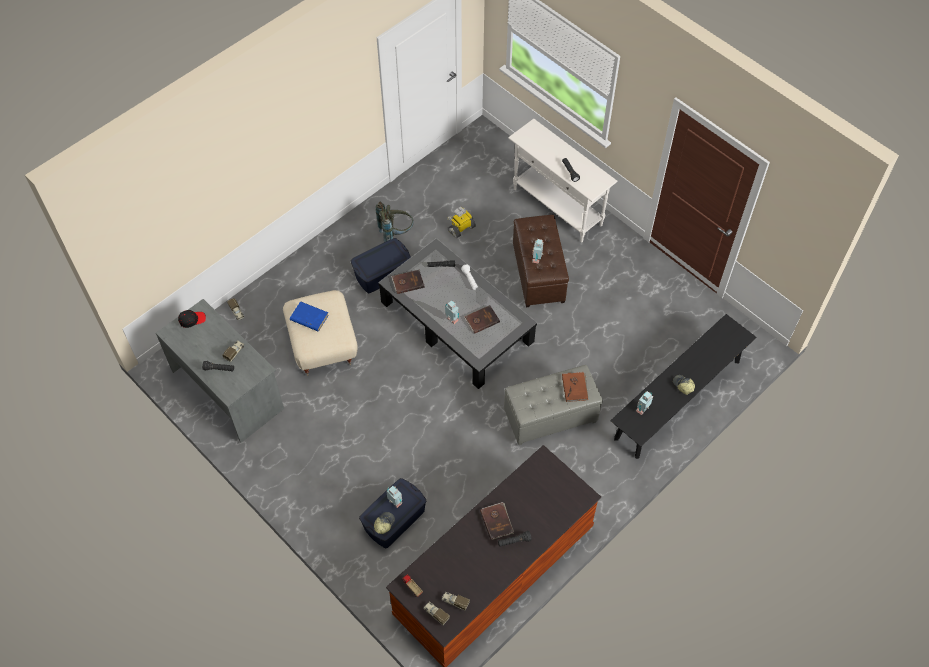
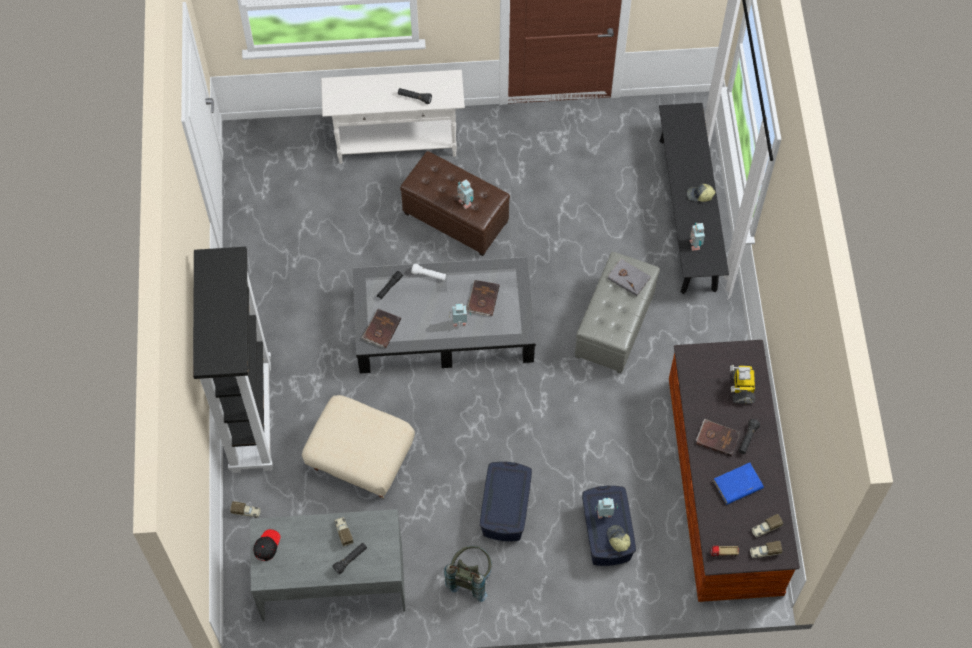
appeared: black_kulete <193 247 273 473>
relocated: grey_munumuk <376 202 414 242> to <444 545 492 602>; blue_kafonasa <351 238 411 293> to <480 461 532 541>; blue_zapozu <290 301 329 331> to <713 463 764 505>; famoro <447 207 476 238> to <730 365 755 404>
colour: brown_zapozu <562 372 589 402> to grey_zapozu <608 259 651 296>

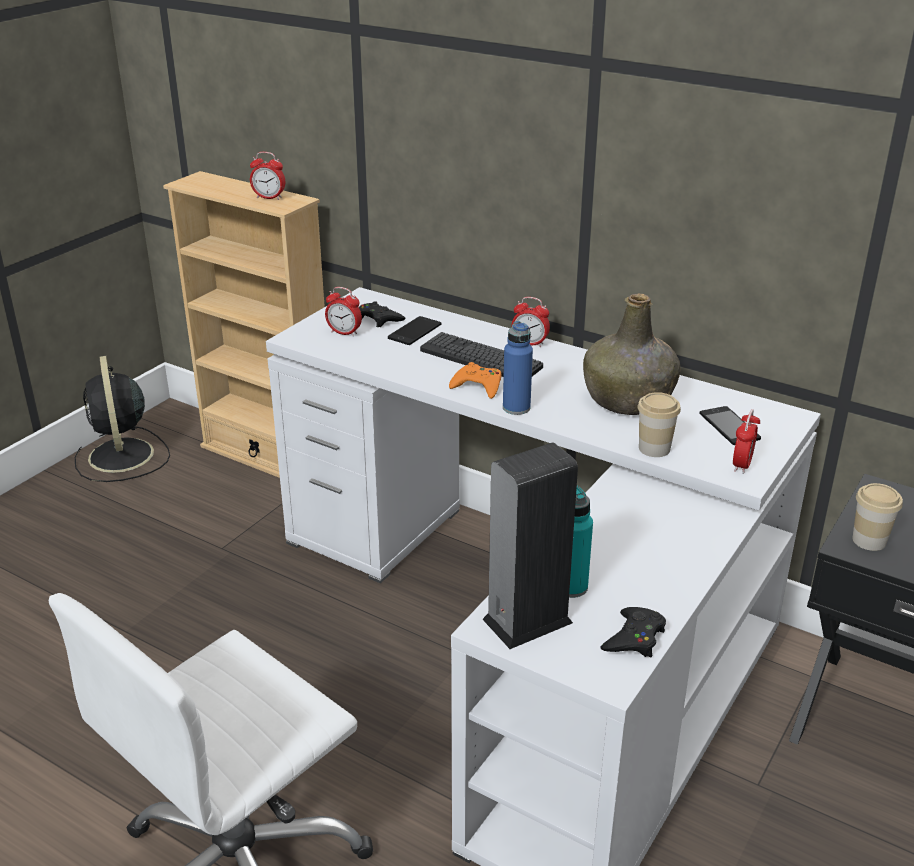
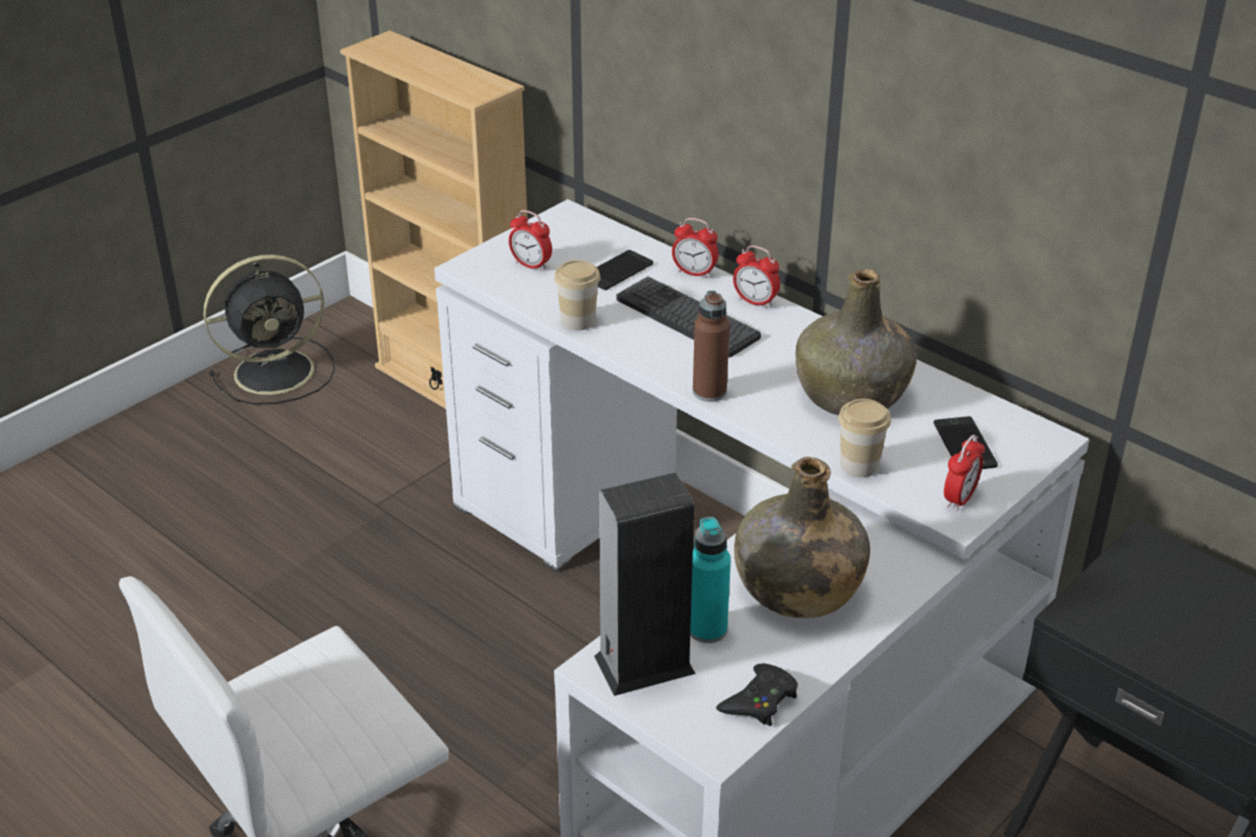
missing: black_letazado <359 301 405 327>; orange_letazado <449 362 502 399>
appeared: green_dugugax <734 457 870 618>
relocated: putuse <852 483 903 551> to <554 260 600 330>; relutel <250 152 285 200> to <672 218 719 278>
colour: blue_dugugax <503 321 533 415> to brown_dugugax <693 290 730 402>
spun: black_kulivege <75 356 170 482> = <203 255 335 405> 105 degrees counterclockwise

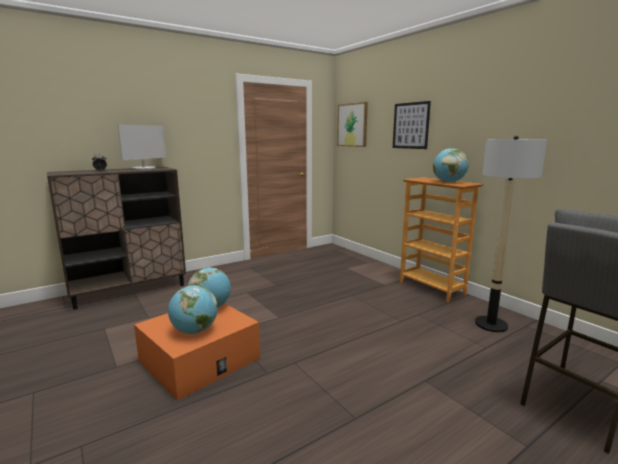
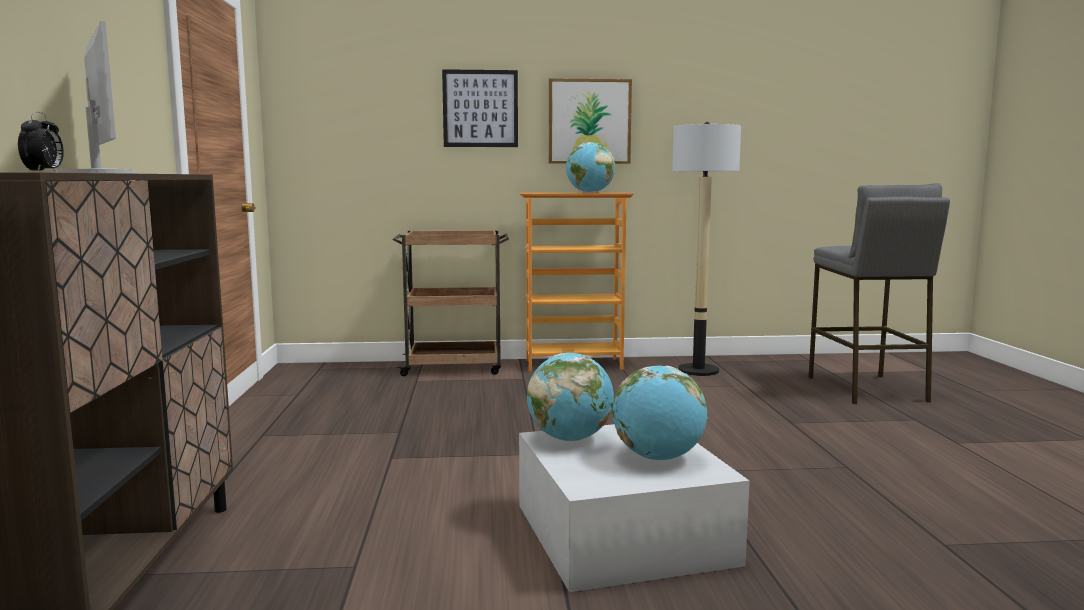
appeared: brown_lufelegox <393 230 509 376>
relocated: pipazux <337 102 368 147> to <549 78 632 164>
colour: orange_kafonasa <134 303 260 401> to white_kafonasa <519 424 750 592>

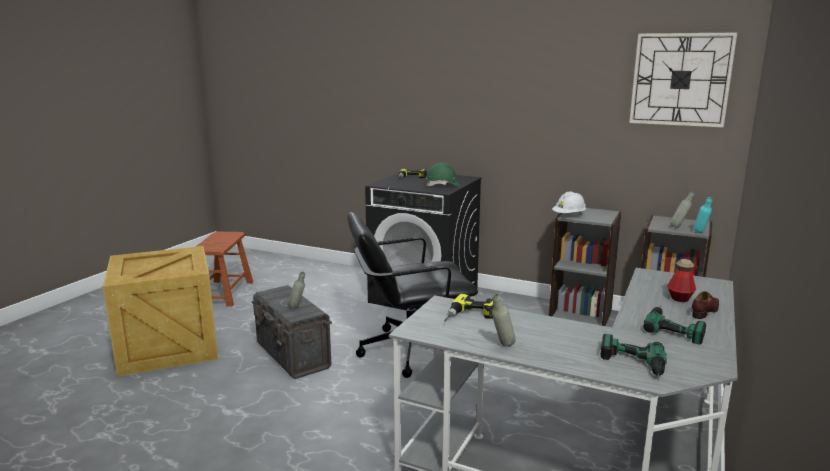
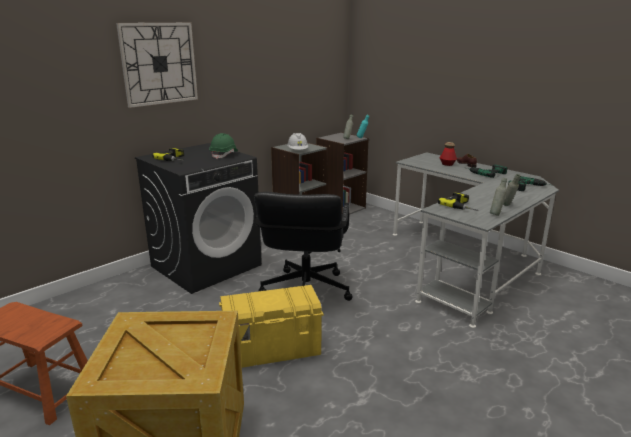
relocated: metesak <629 33 737 127> to <116 23 198 108>; grey_dugugax <288 272 305 309> to <490 178 507 216>
colour: grey_kafonasa <252 285 332 379> to yellow_kafonasa <219 285 324 368>

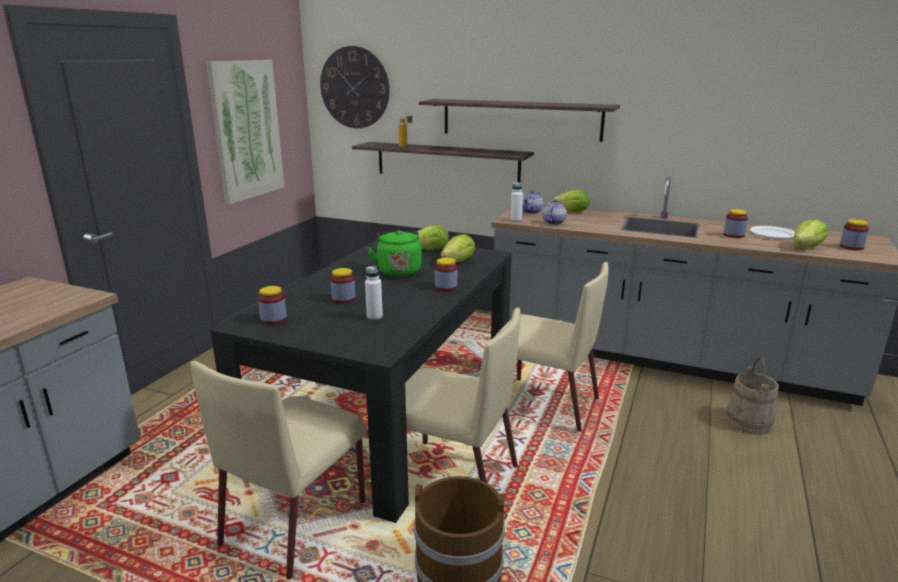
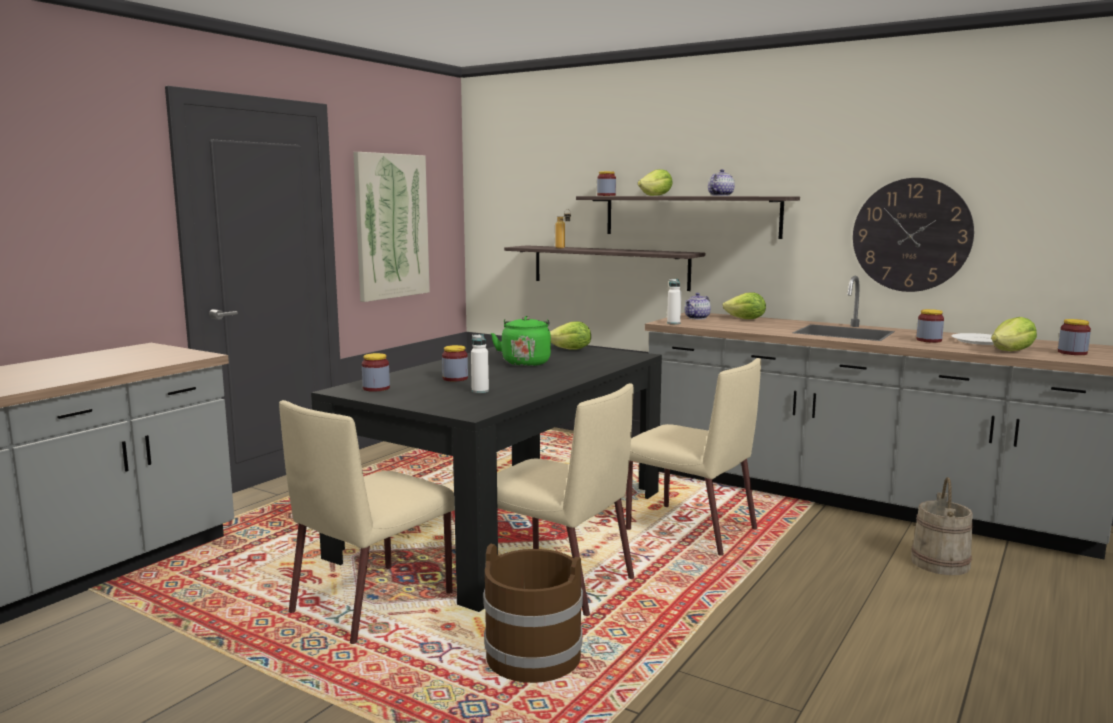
relocated: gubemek <435 258 457 291> to <597 171 616 196>; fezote <441 234 475 262> to <638 169 673 196>; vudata <543 200 567 225> to <708 169 735 196>; metesak <320 46 390 128> to <853 178 974 292>

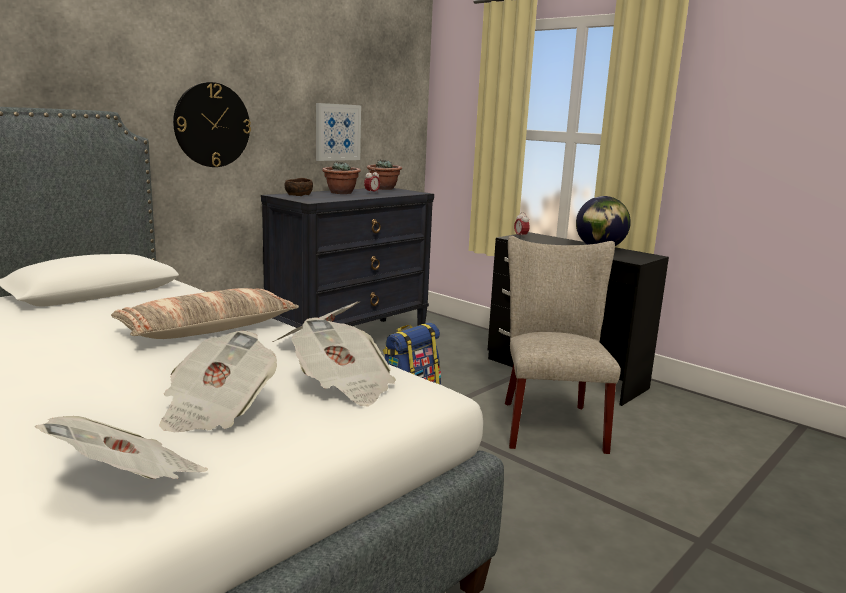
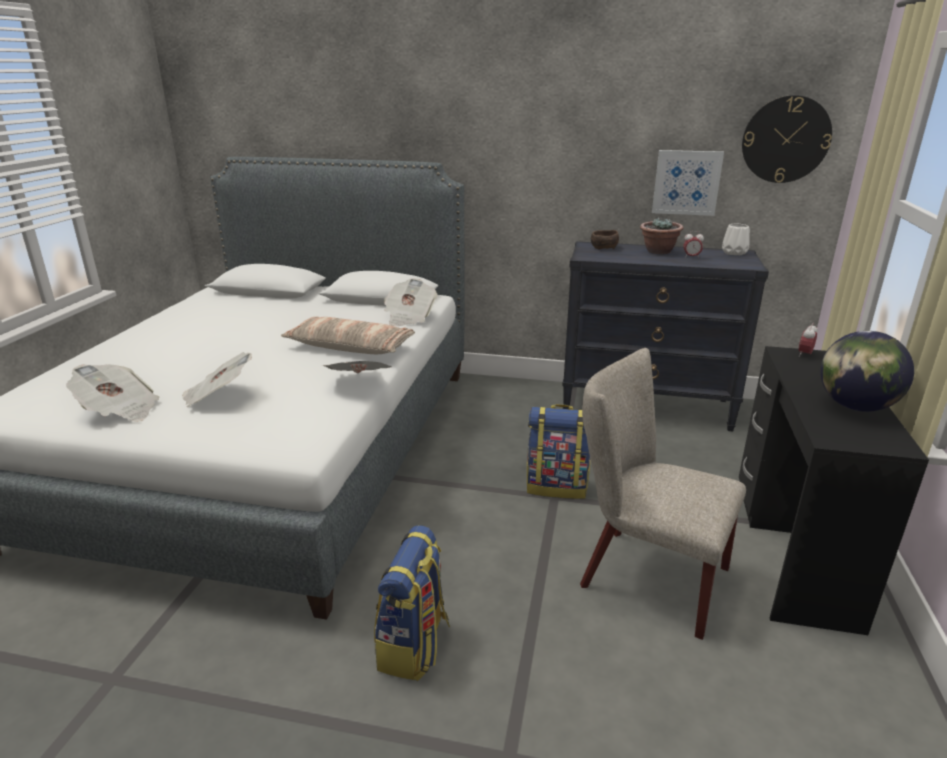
appeared: munumuk <374 525 450 681>
relocated: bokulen <292 318 396 407> to <384 278 437 326>; metesak <173 82 251 167> to <742 95 832 183>
exchanged: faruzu <367 160 402 190> to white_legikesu <722 224 750 255>
spun: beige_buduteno <505 236 621 454> = <580 348 746 640> 120 degrees counterclockwise

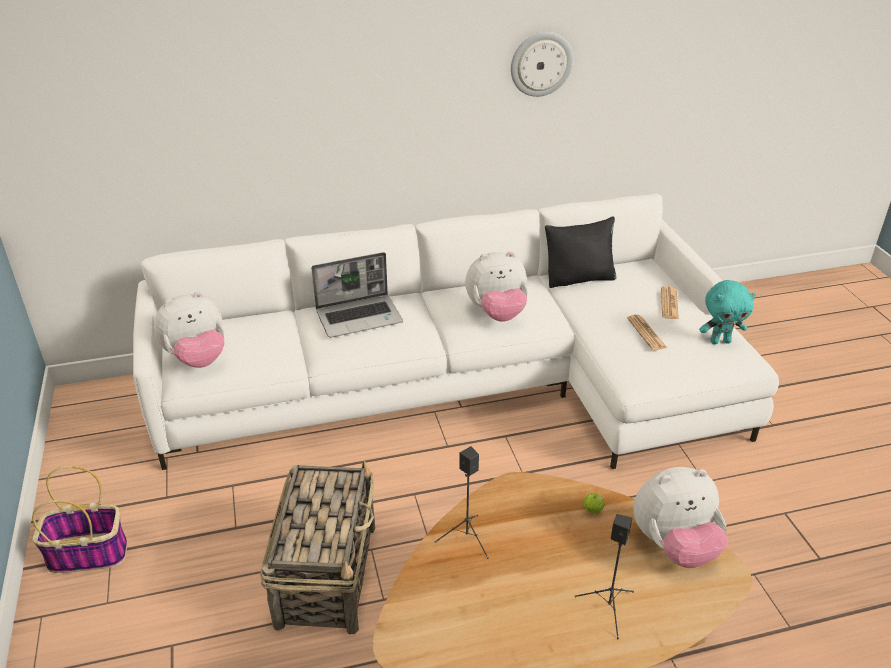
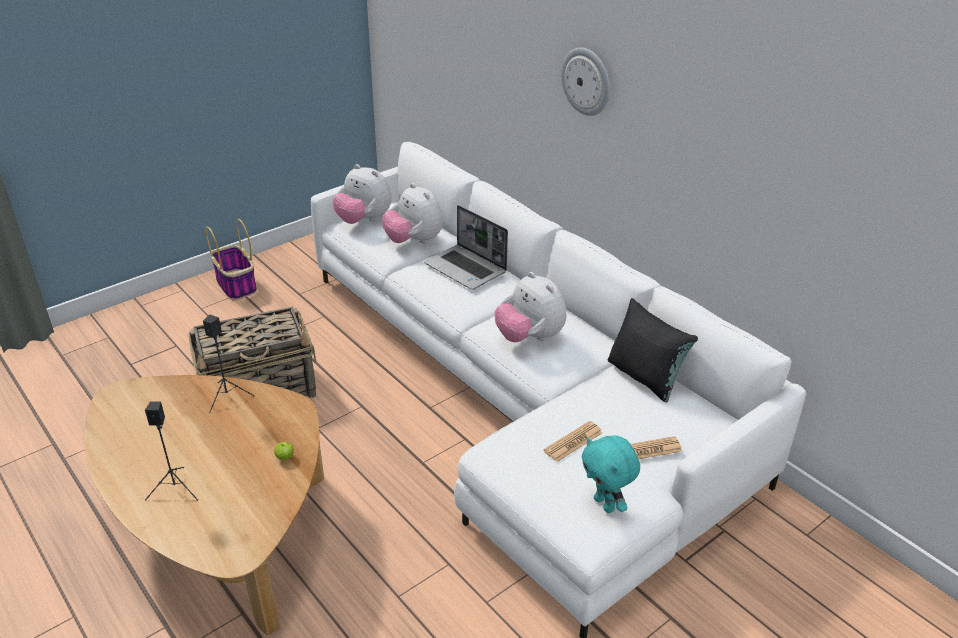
relocated: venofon <633 467 728 568> to <382 183 443 244>; metesak <511 32 573 97> to <561 47 610 116>

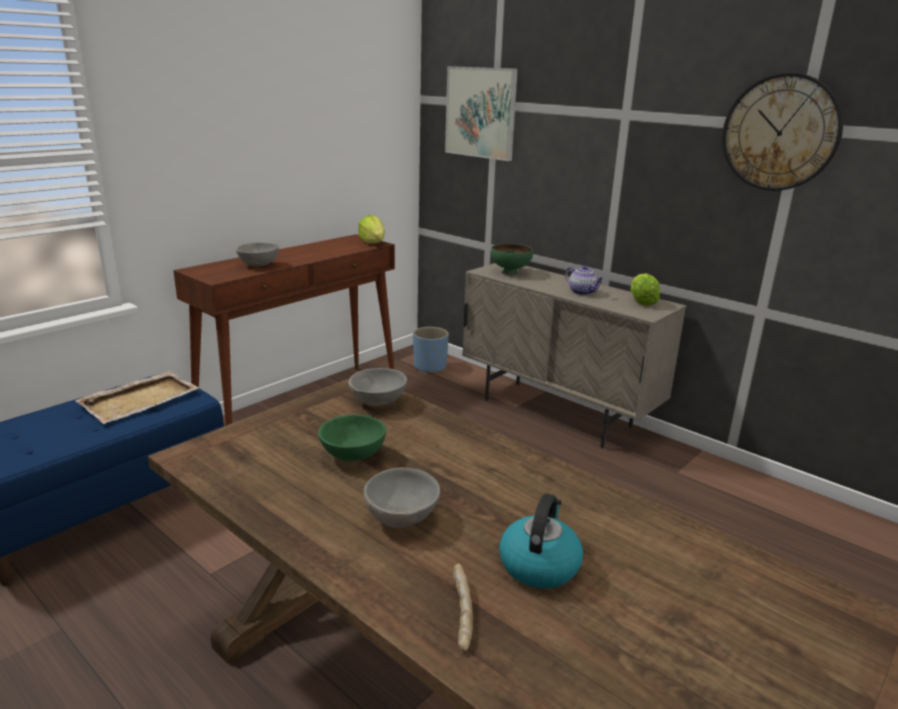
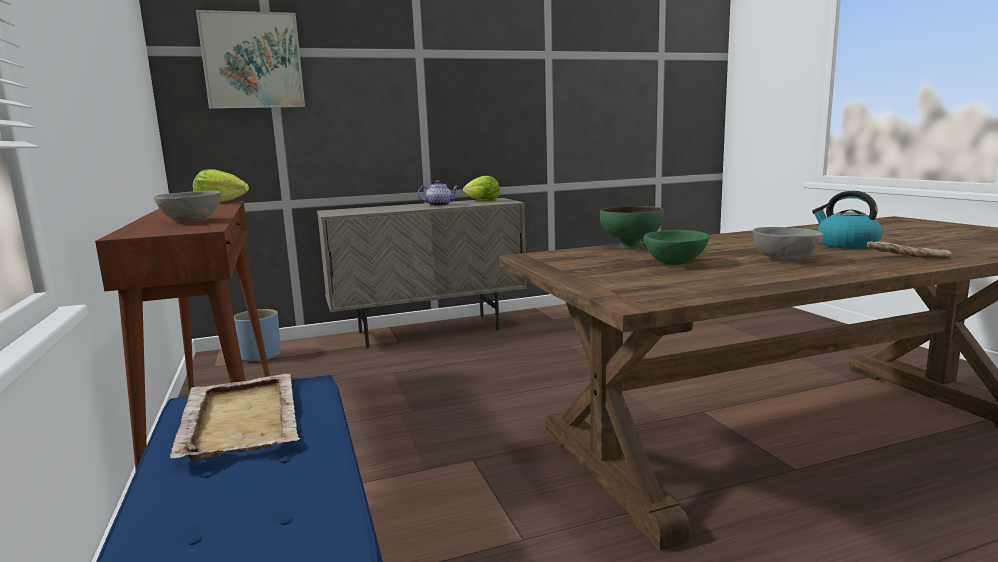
missing: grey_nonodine <348 368 407 407>; metesak <722 73 843 191>
relocated: green_nonodine <491 243 533 275> to <600 206 664 250>

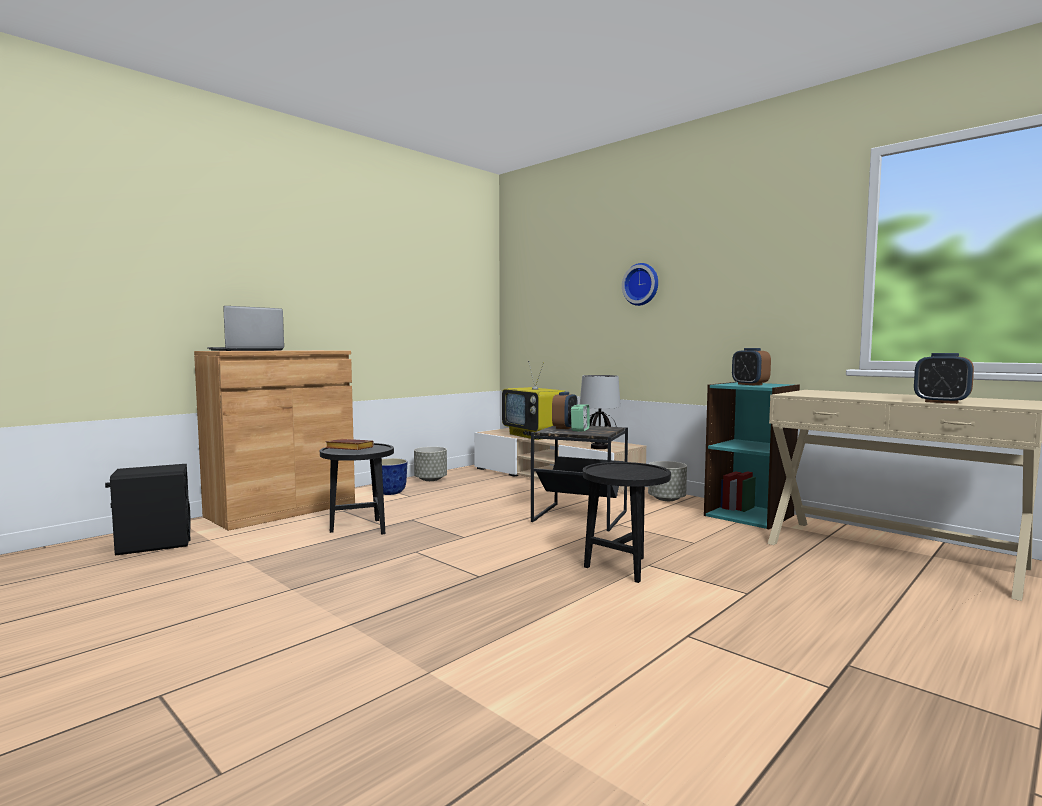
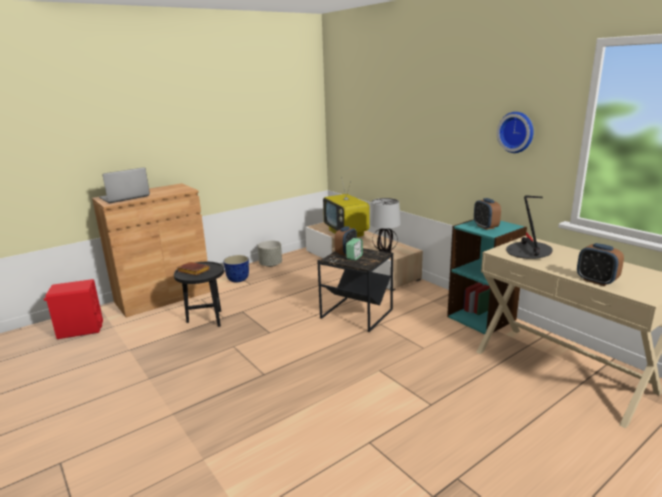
missing: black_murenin <583 462 671 583>; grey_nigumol <648 461 687 501>
appeared: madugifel <506 195 553 259>
relocated: metesak <622 263 658 306> to <497 112 534 153>
colour: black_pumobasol <105 464 191 556> to red_pumobasol <44 279 103 339>

